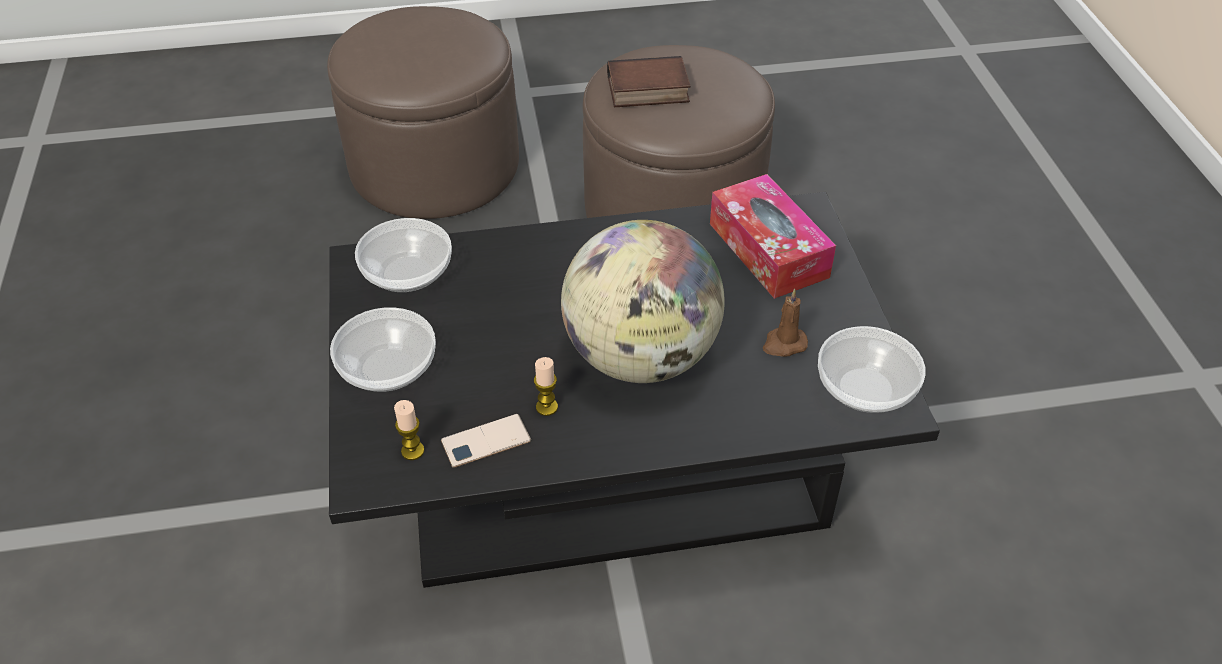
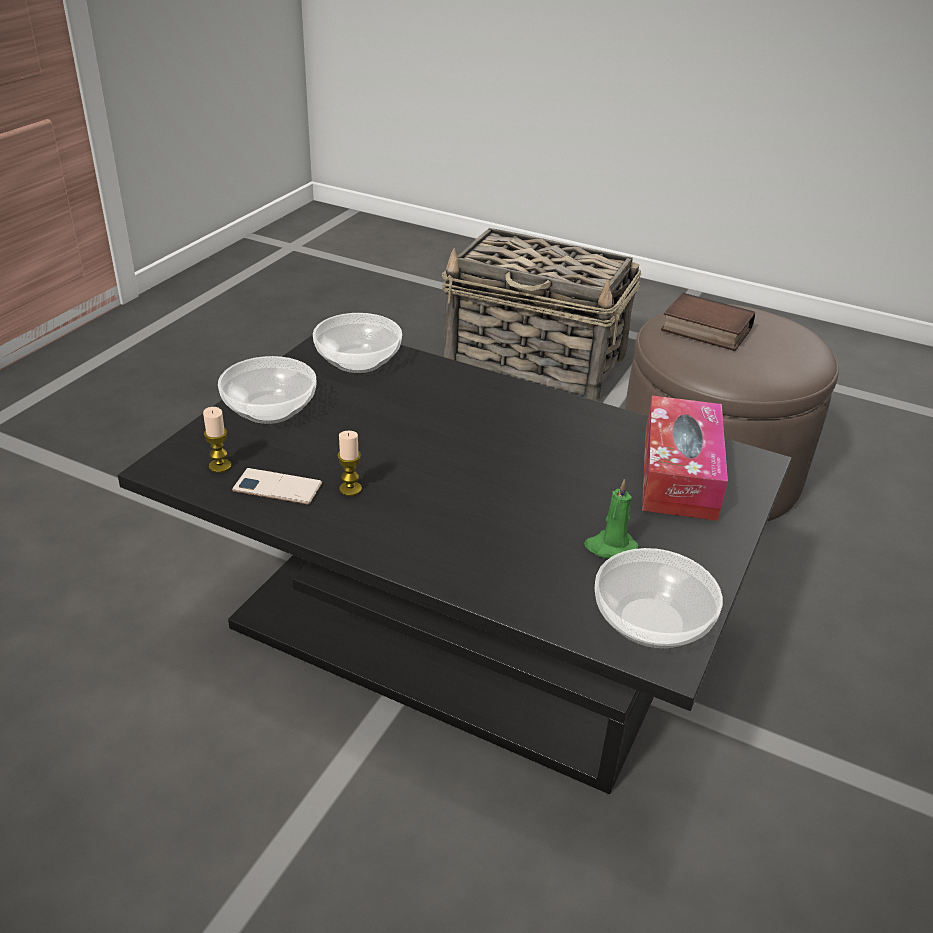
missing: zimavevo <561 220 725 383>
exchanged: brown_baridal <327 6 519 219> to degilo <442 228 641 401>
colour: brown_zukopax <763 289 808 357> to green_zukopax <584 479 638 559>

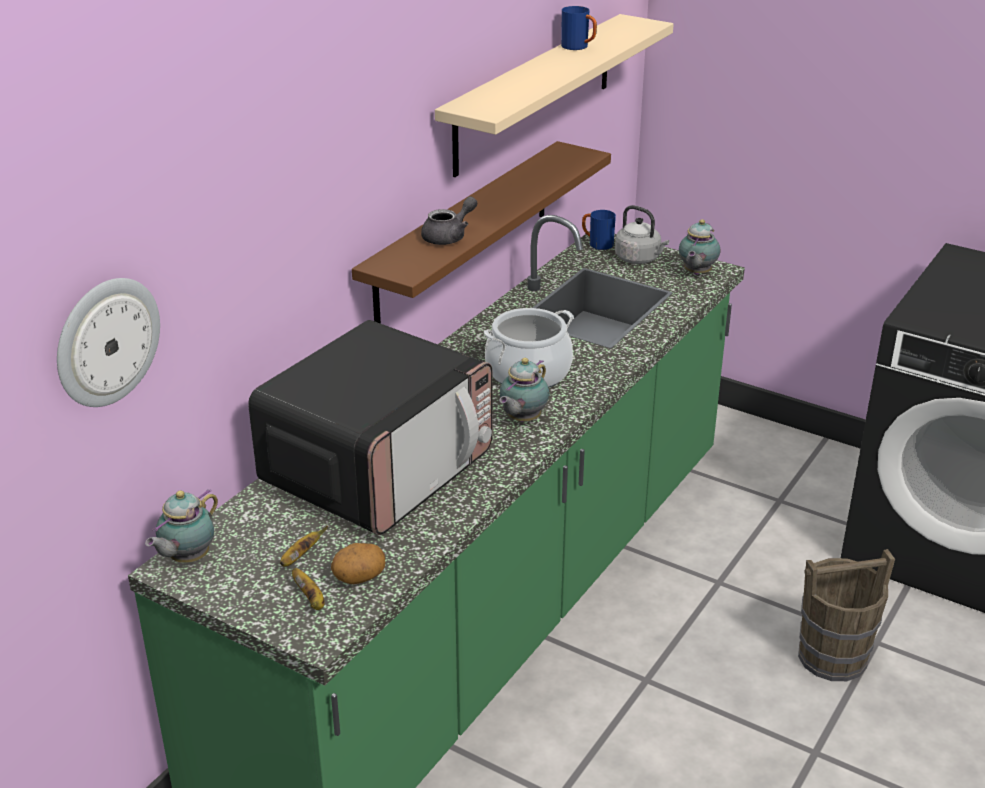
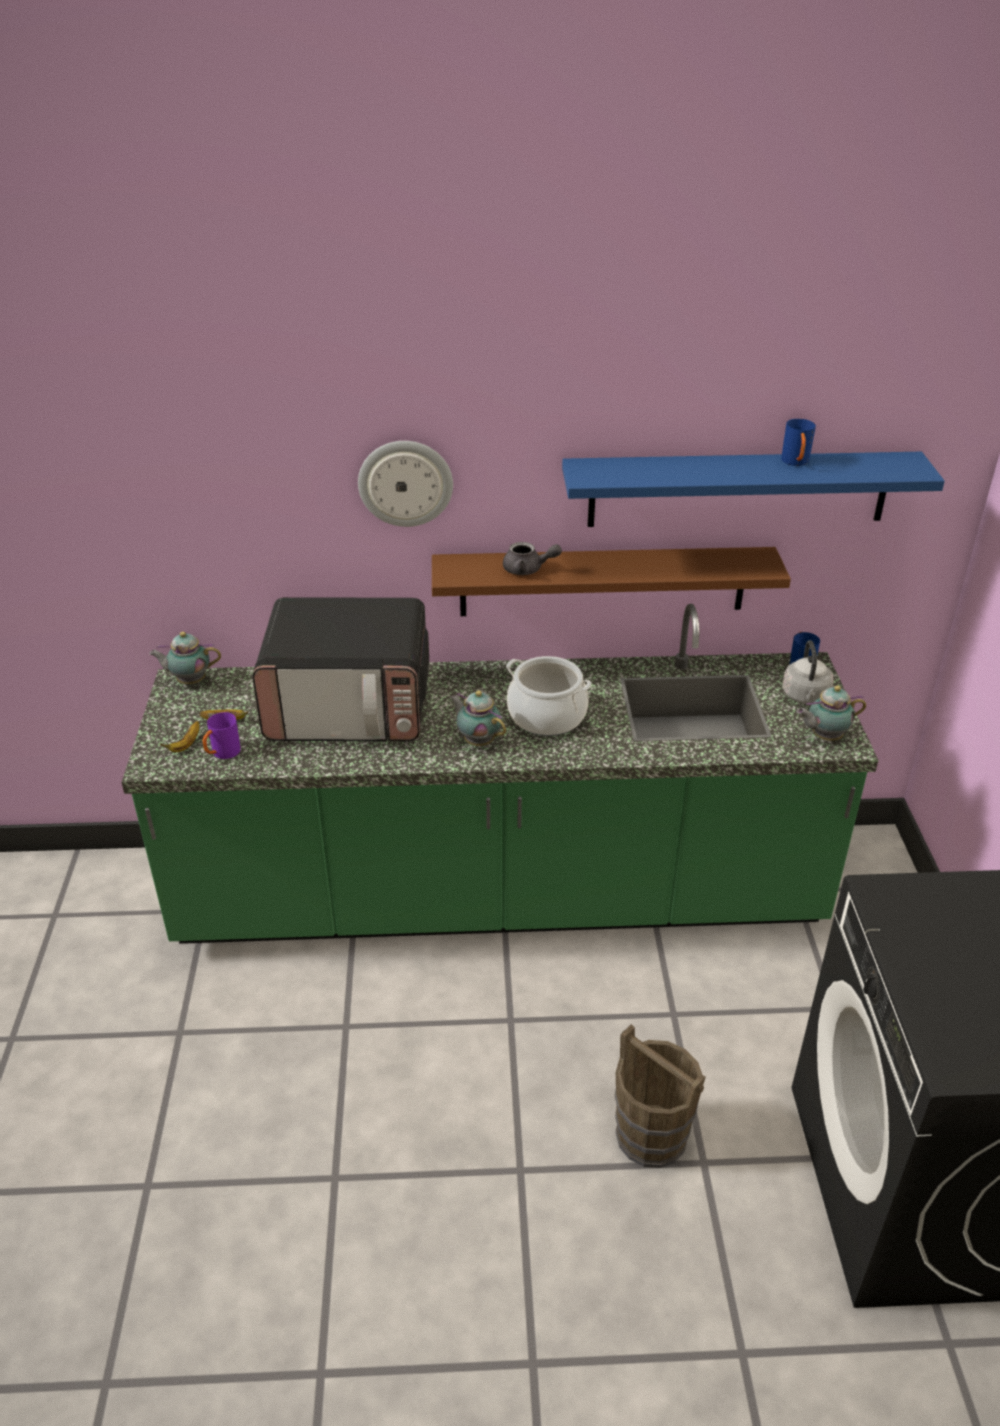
relocated: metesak <57 278 160 407> to <358 441 453 527>
exchanged: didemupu <331 543 385 584> to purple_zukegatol <202 712 241 759>
colour: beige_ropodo <435 14 674 177> to blue_ropodo <562 452 945 527>
spun: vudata <499 358 549 422> = <450 691 506 746> 45 degrees clockwise

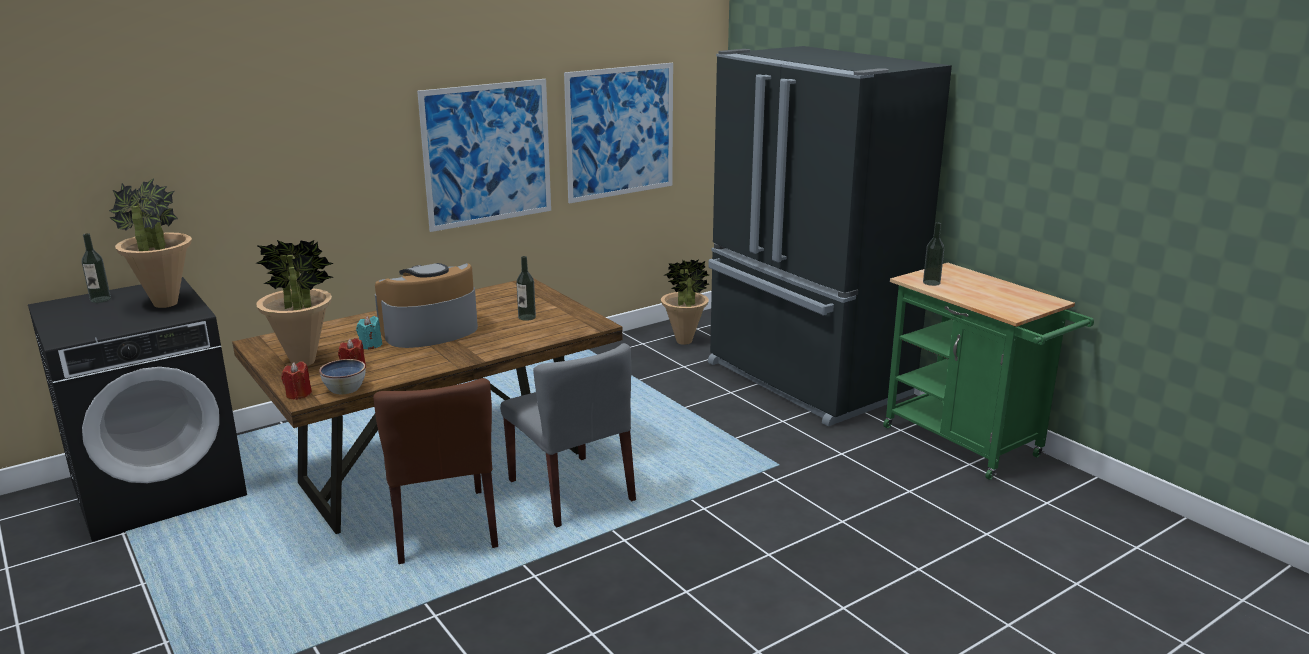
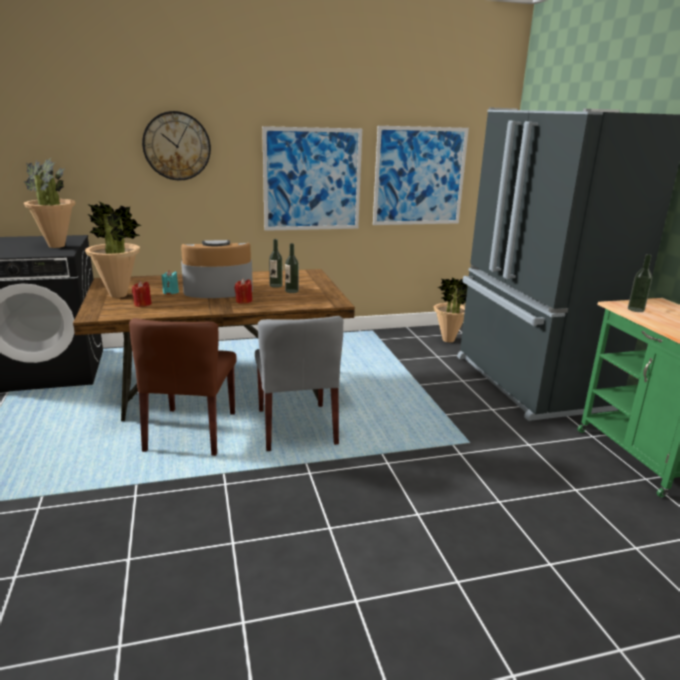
missing: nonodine <319 359 366 394>
appeared: metesak <142 111 211 181>
relocated: red_zukopax <282 361 312 400> to <234 279 252 304>; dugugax <82 233 111 303> to <269 239 283 288>

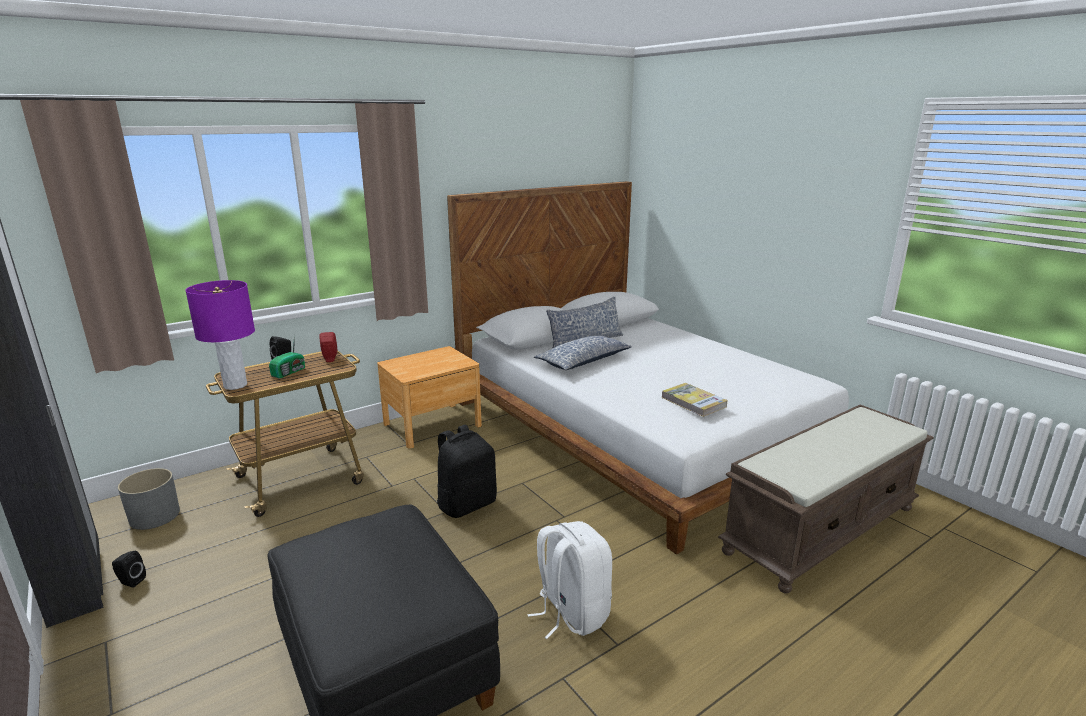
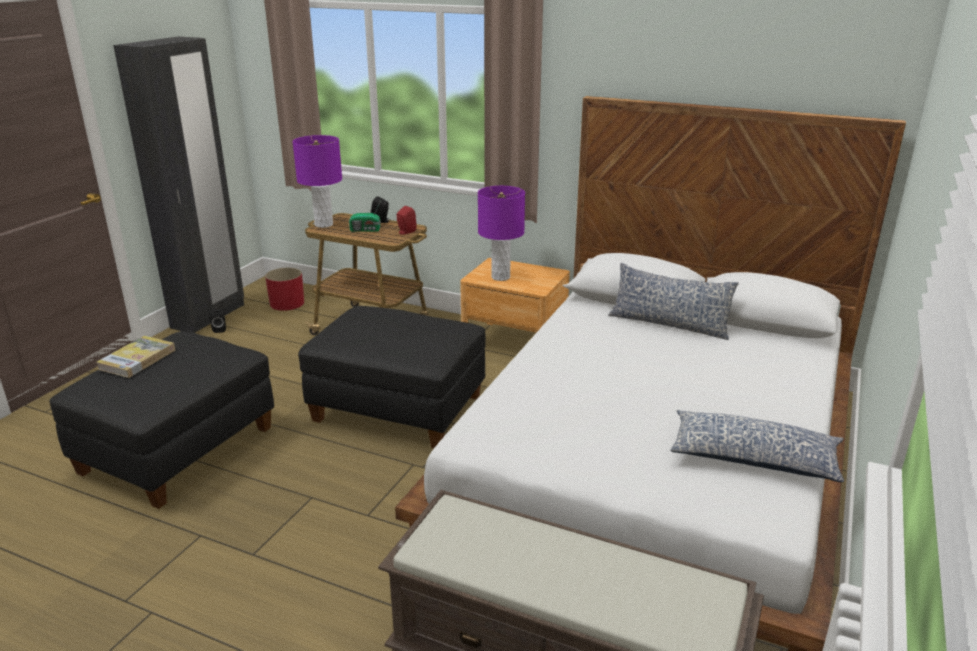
missing: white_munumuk <527 521 612 639>
appeared: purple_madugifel <478 186 525 281>
relocated: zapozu <661 383 728 417> to <96 336 175 378>; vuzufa <534 335 632 370> to <670 410 844 482>
exchanged: black_munumuk <437 425 497 518> to black_baridal <298 306 486 448>
colour: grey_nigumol <118 468 180 530> to red_nigumol <265 268 304 311>

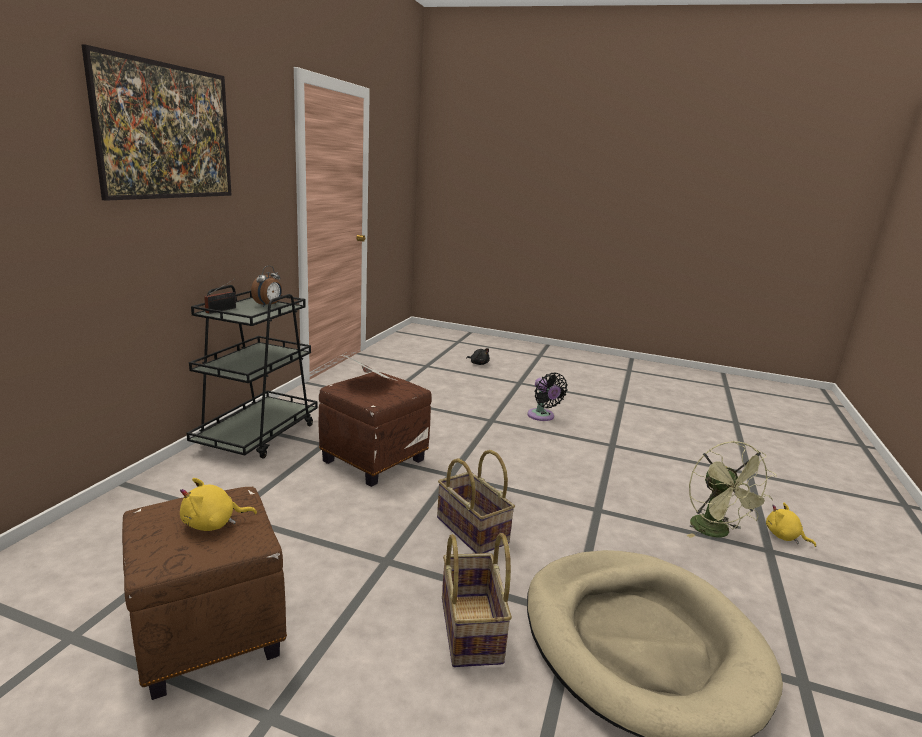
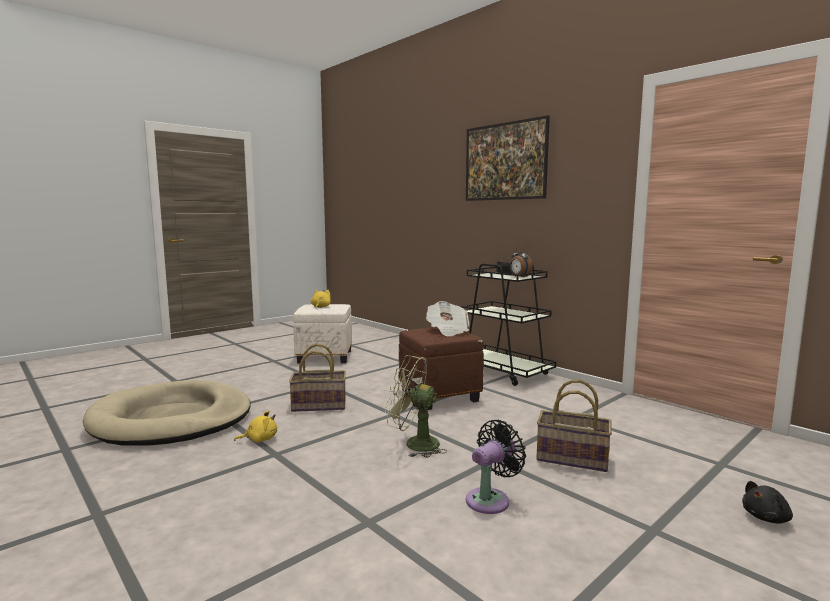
relocated: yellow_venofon <766 503 816 547> to <234 411 277 442>; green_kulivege <686 441 777 538> to <385 355 447 458>; degilo <442 533 512 667> to <536 380 612 472>
colour: brown_baridal <122 487 287 700> to white_baridal <293 304 352 364>
spun: black_kulivege <527 373 568 421> = <466 420 526 514> 135 degrees clockwise

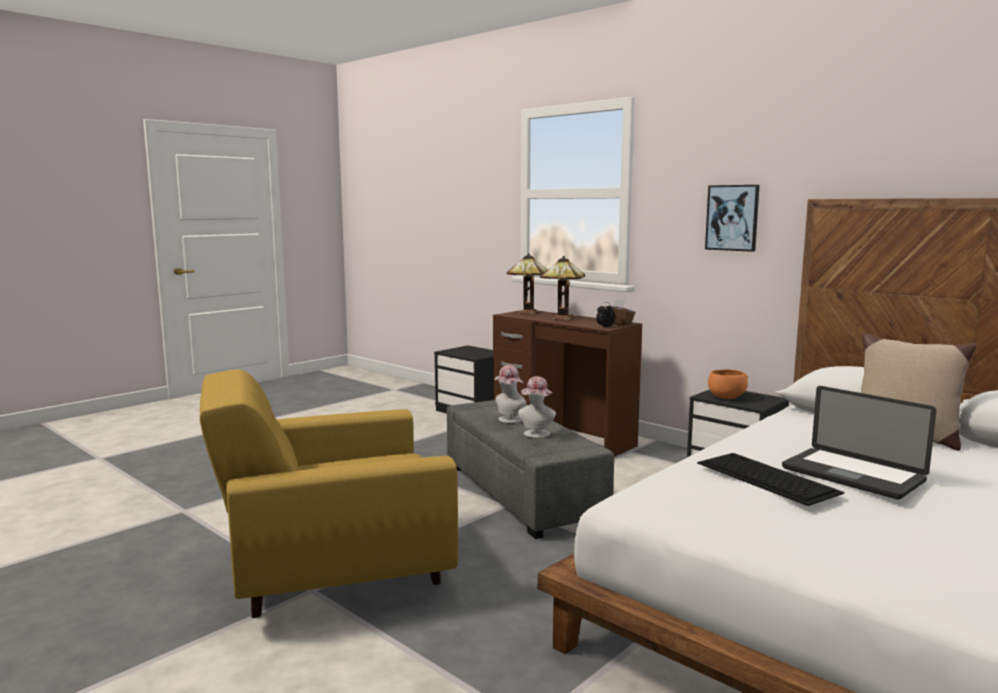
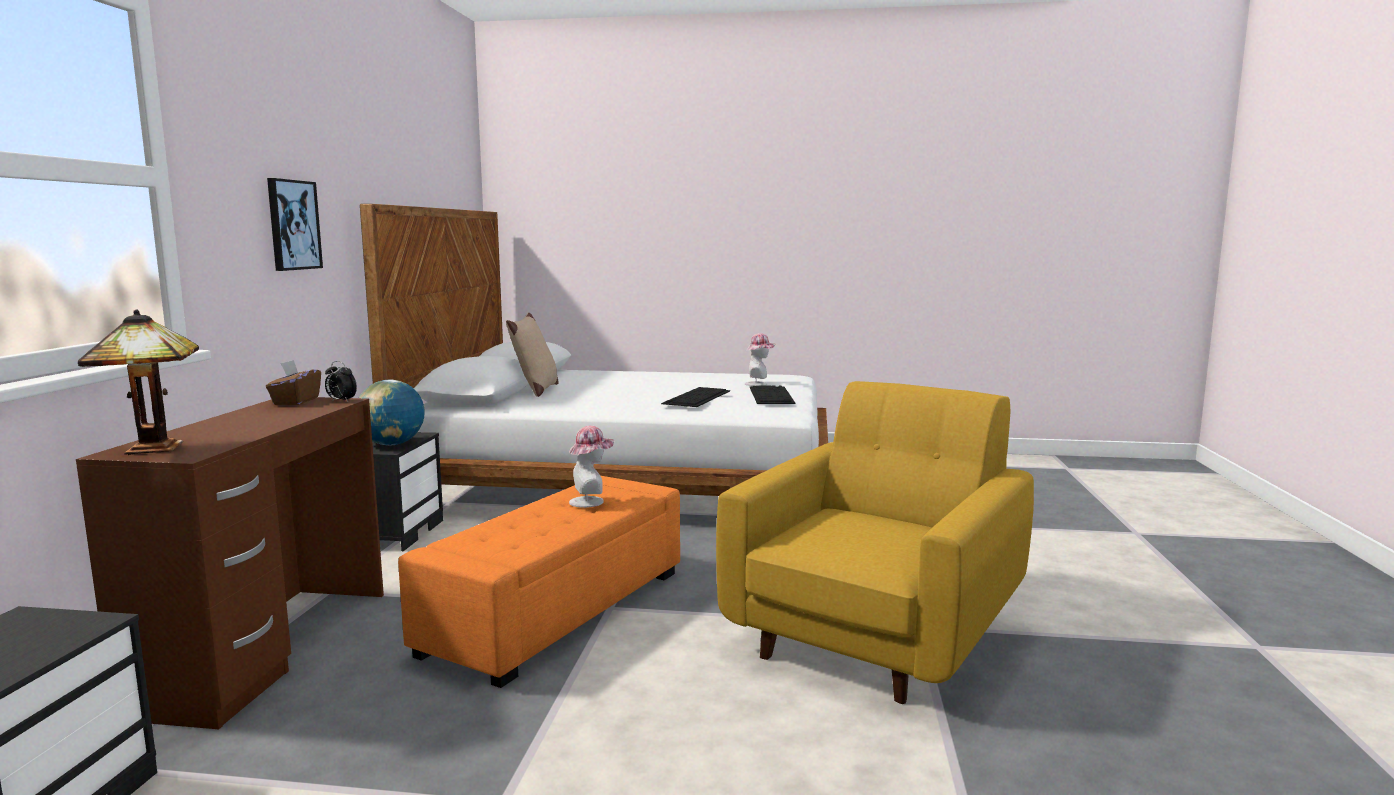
missing: madugifel <540 256 585 320>; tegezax <782 386 936 499>
appeared: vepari <750 386 796 404>
relocated: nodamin <493 365 526 423> to <745 333 776 386>
exchanged: orange_nonodine <708 369 748 399> to zimavevo <359 380 425 445>
colour: grey_baridal <447 400 614 539> to orange_baridal <398 476 680 688>
spun: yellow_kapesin <200 369 458 618> = <716 381 1034 704> 90 degrees counterclockwise

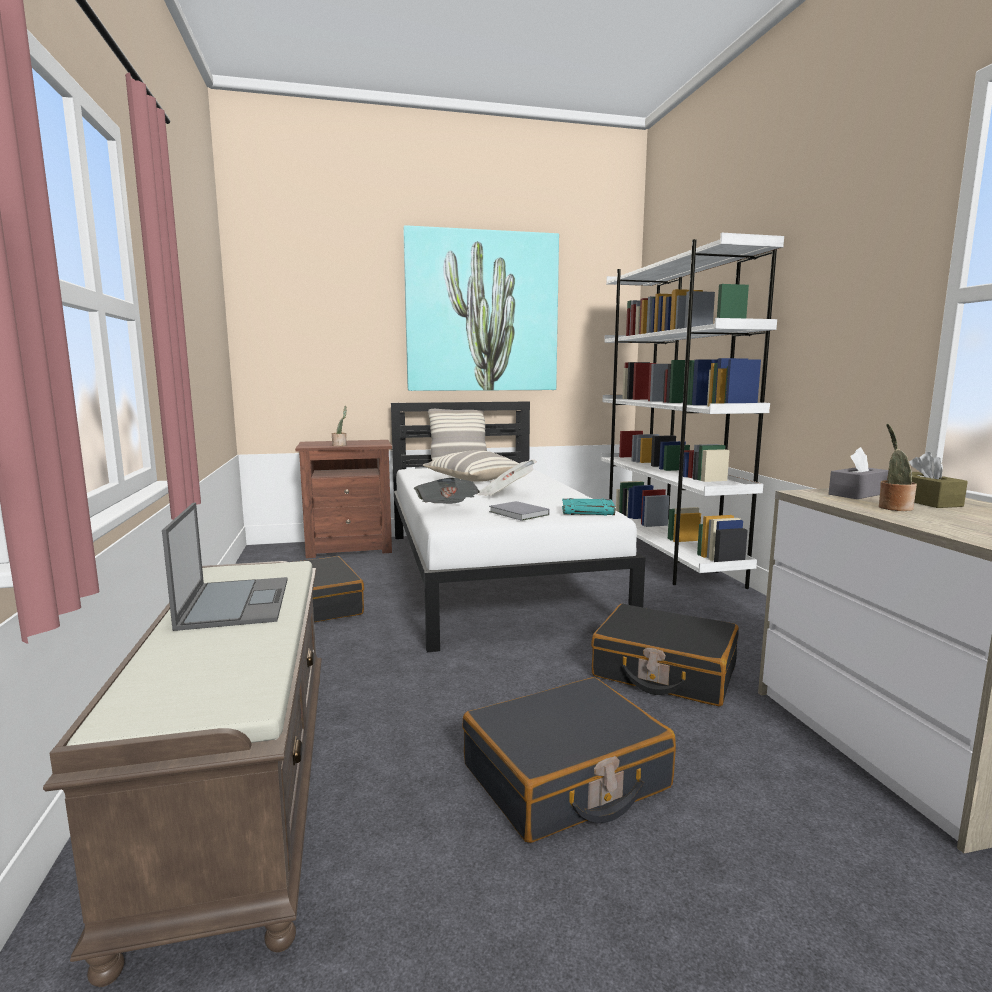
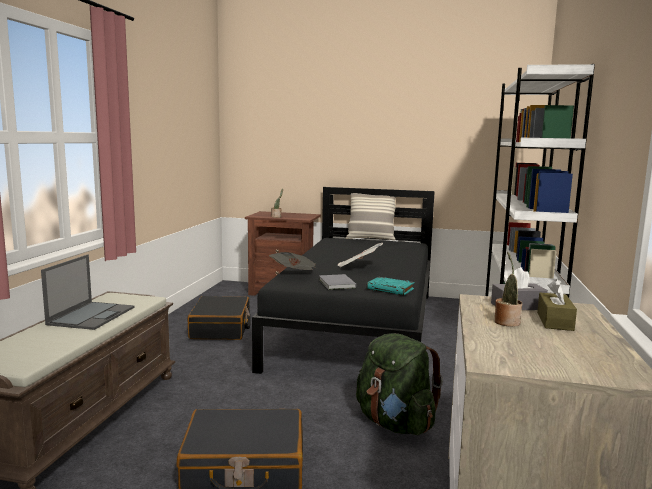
missing: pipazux <403 225 559 391>; vuzufa <423 450 519 482>
exchanged: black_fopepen <591 604 739 706> to green_munumuk <356 333 443 435>
colour: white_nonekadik <391 401 646 652> to black_nonekadik <252 187 435 374>

